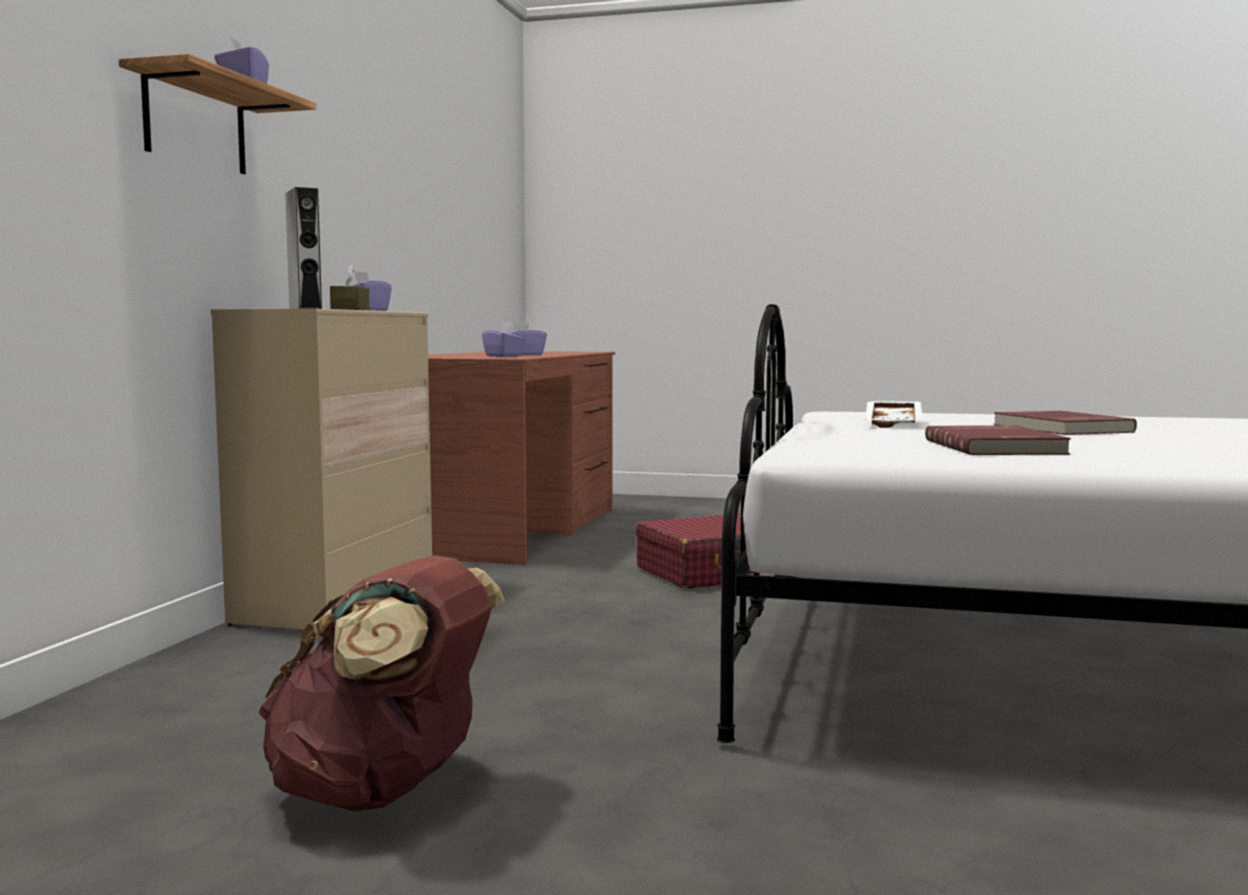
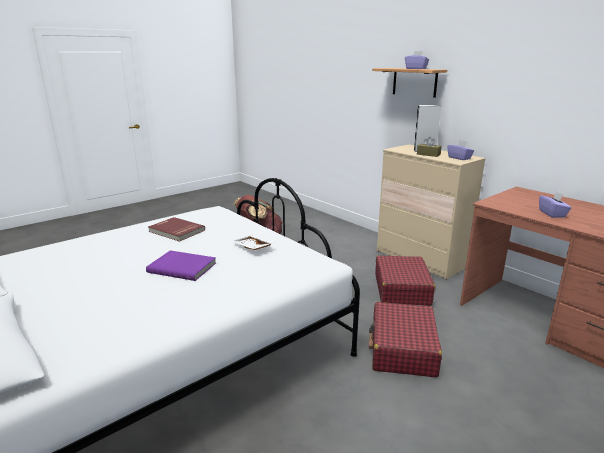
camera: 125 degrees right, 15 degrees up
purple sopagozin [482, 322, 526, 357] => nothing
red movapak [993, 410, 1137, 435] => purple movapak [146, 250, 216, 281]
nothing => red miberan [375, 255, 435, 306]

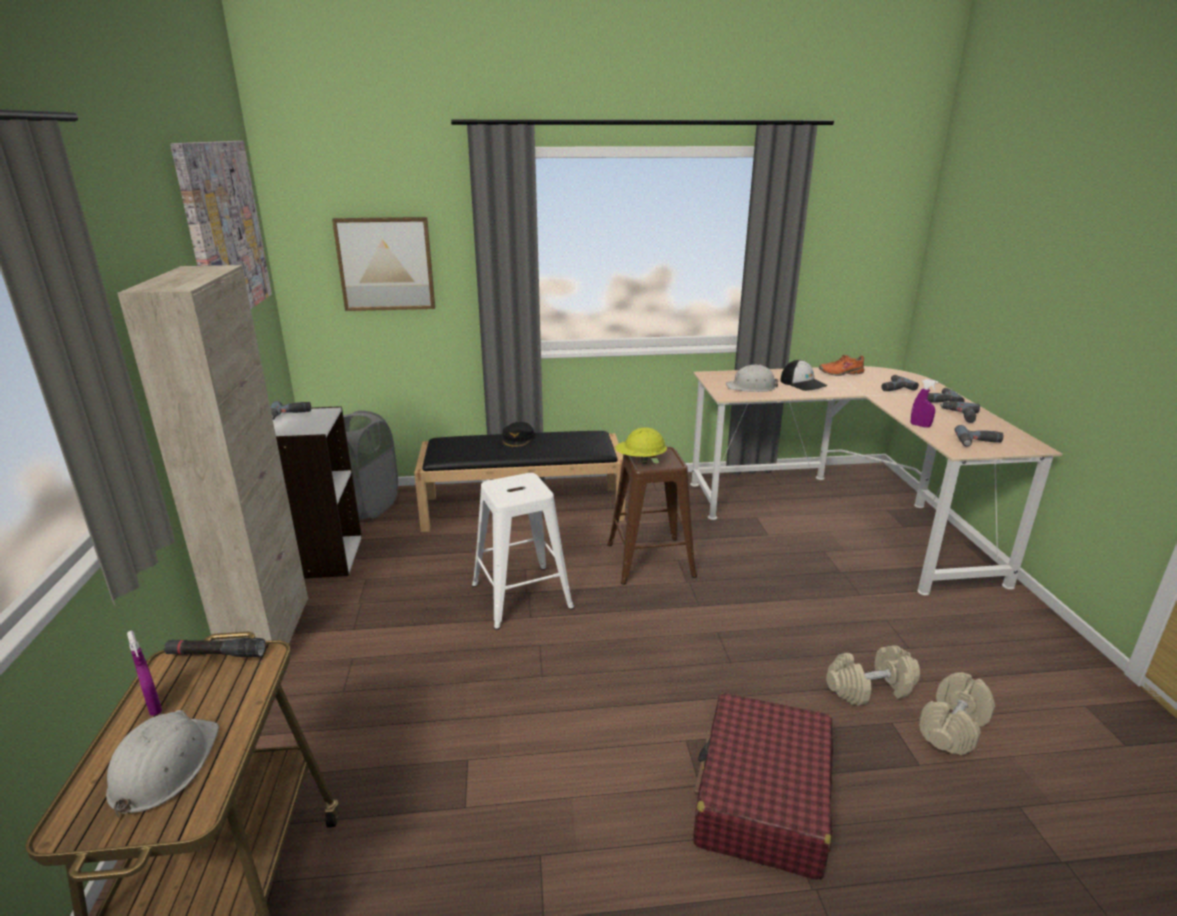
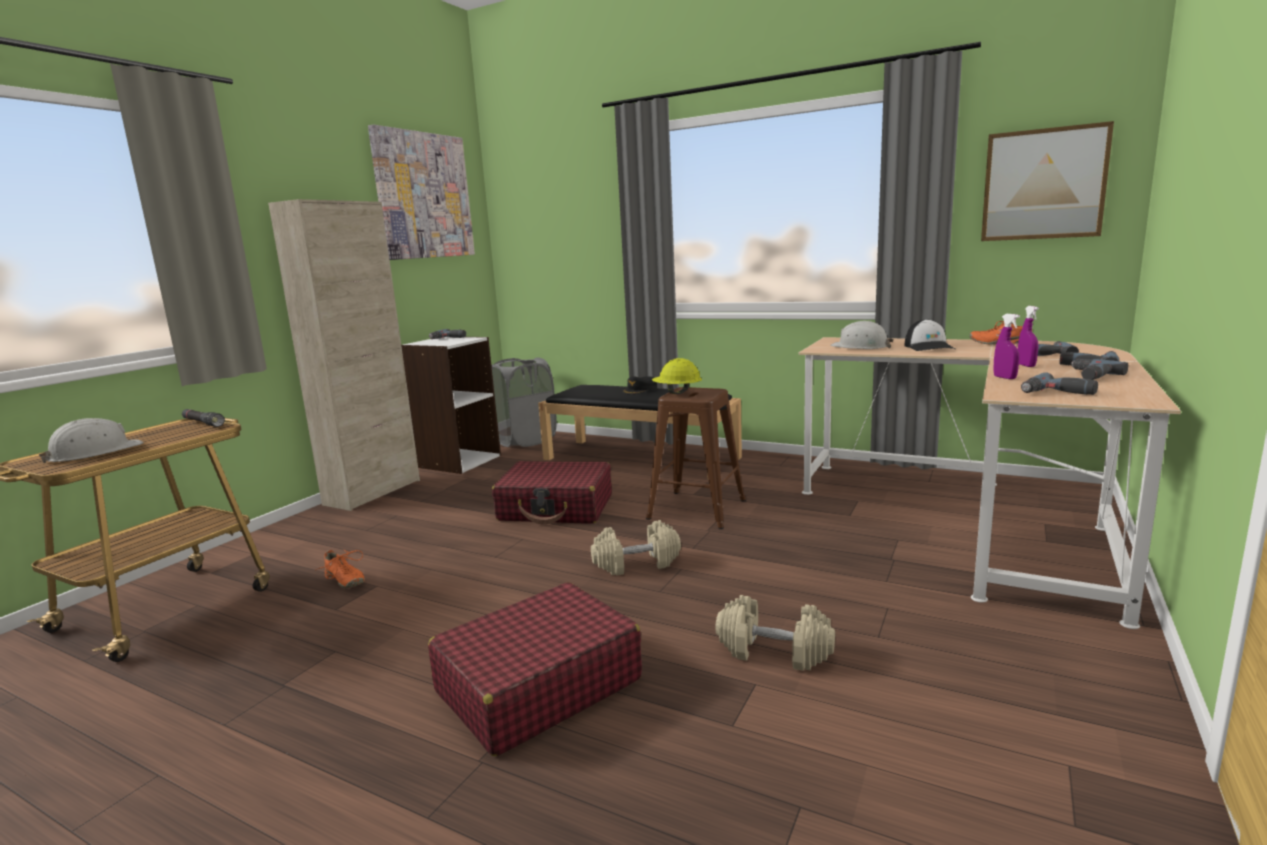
camera: 35 degrees right, 10 degrees down
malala [332, 217, 435, 311] => malala [981, 121, 1114, 241], move
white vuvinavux [472, 473, 574, 630] => red miberan [492, 461, 612, 524]
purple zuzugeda [127, 630, 162, 716] => purple zuzugeda [1018, 306, 1039, 367], move
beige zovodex [919, 672, 995, 755] => beige zovodex [591, 520, 681, 575], move
nothing => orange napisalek [315, 549, 365, 588]

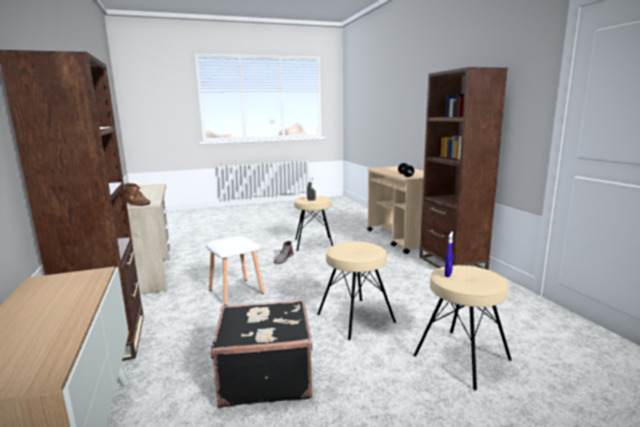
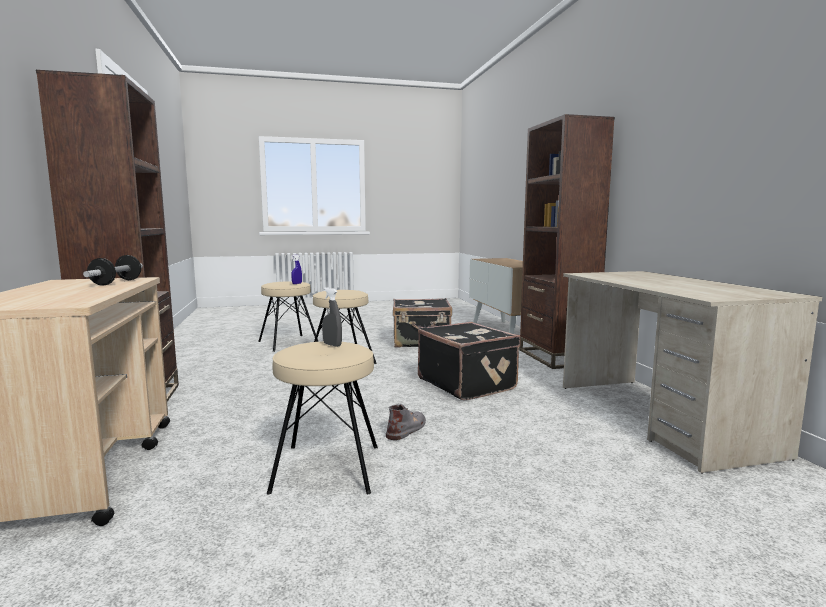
camera: 175 degrees left, 5 degrees down
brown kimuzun [124, 183, 150, 206] => nothing
white vuvinavux [206, 236, 264, 305] => black miberan [418, 322, 521, 400]

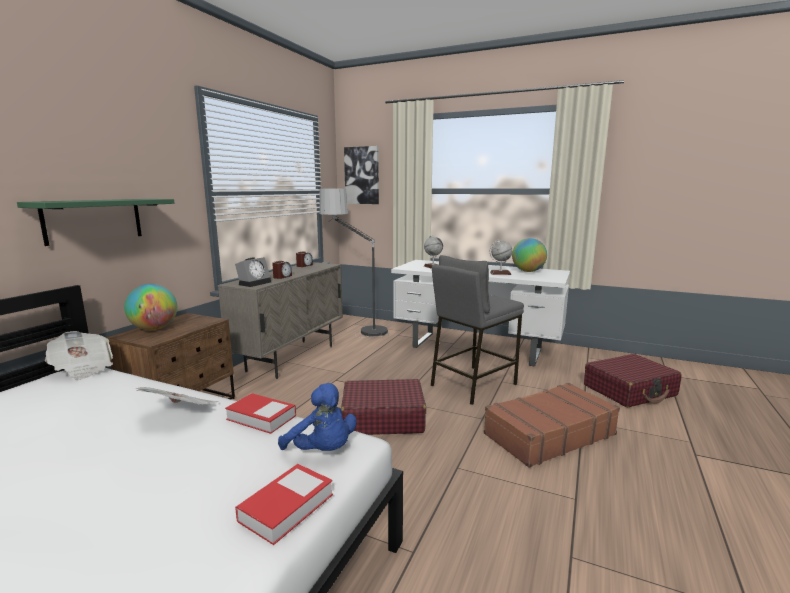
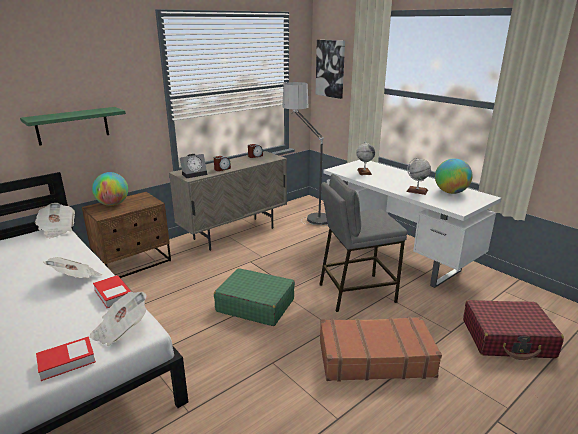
camera: 25 degrees right, 10 degrees up
red miberan [341, 379, 426, 435] => green miberan [214, 268, 295, 326]
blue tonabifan [278, 383, 357, 451] => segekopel [90, 292, 147, 346]

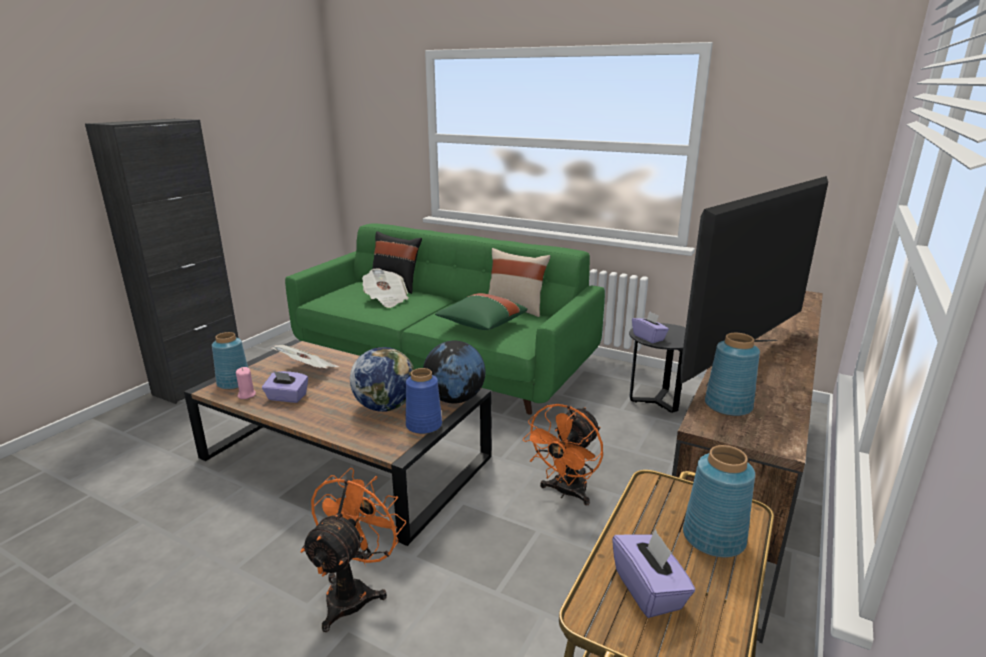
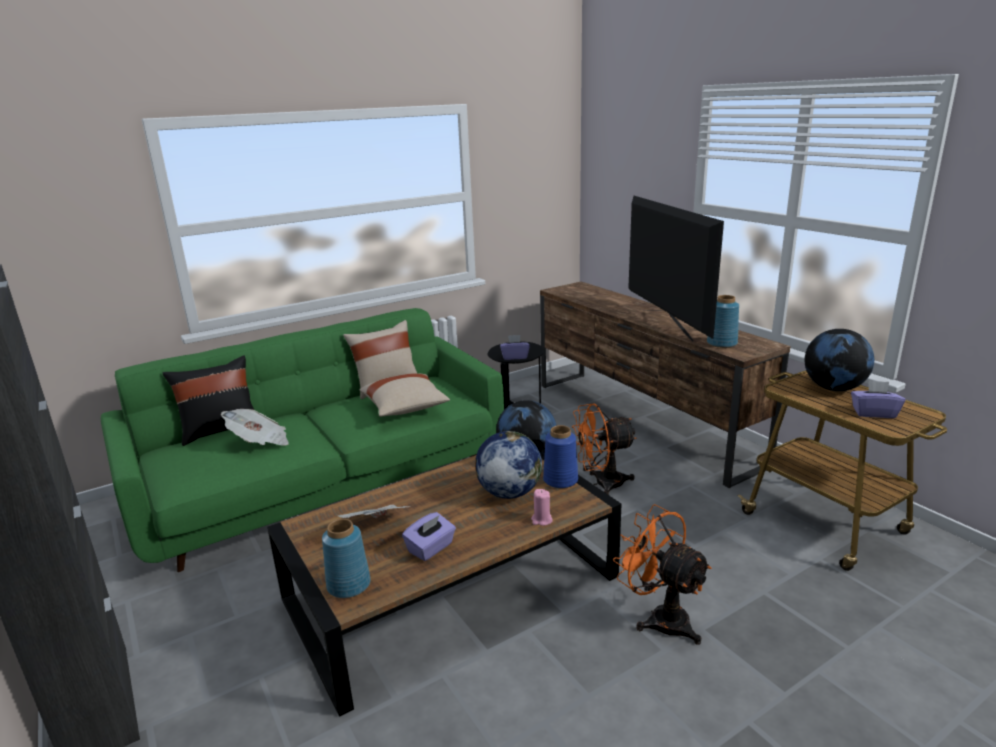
camera: 60 degrees left, 0 degrees up
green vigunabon [435, 293, 527, 330] => beige vigunabon [360, 373, 450, 417]
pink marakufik [236, 367, 256, 399] => pink marakufik [531, 489, 553, 526], move
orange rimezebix [523, 404, 603, 505] => orange rimezebix [572, 403, 637, 495], 105 degrees clockwise
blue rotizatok [683, 445, 755, 558] => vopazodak [805, 329, 874, 391]

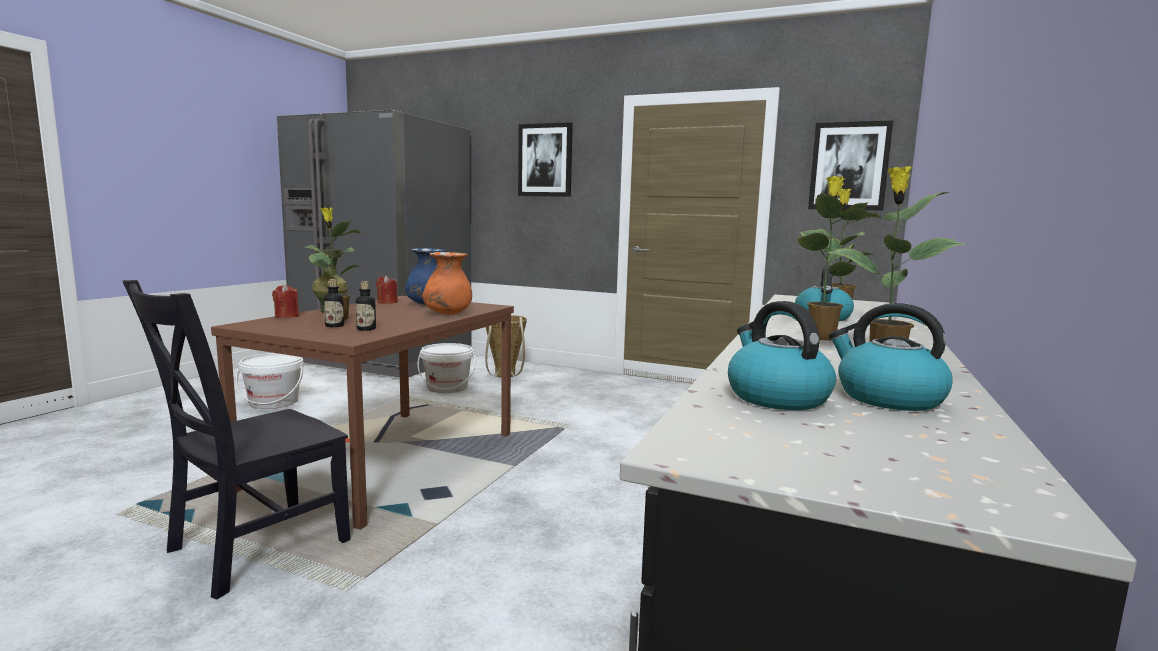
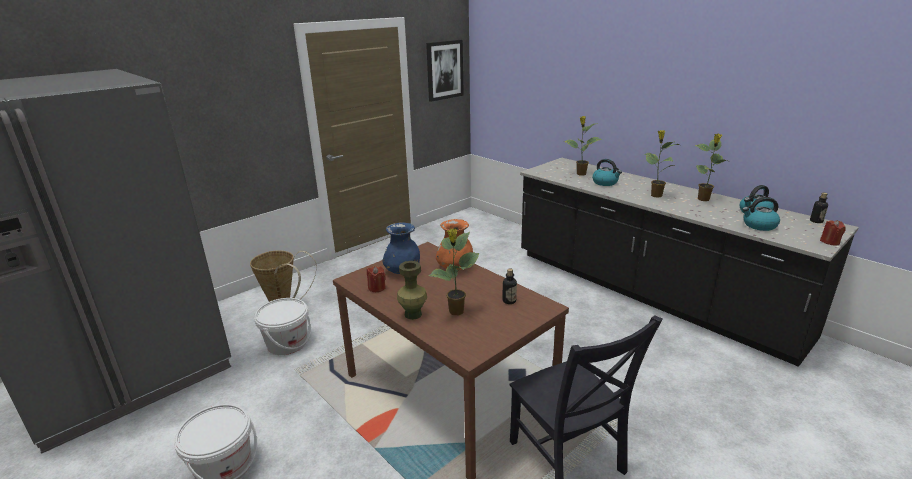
camera: 65 degrees left, 15 degrees up
malala [518, 122, 573, 197] => nothing
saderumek [324, 279, 344, 327] => saderumek [810, 192, 828, 223], move
red marakufik [272, 284, 299, 318] => red marakufik [820, 220, 846, 245], move

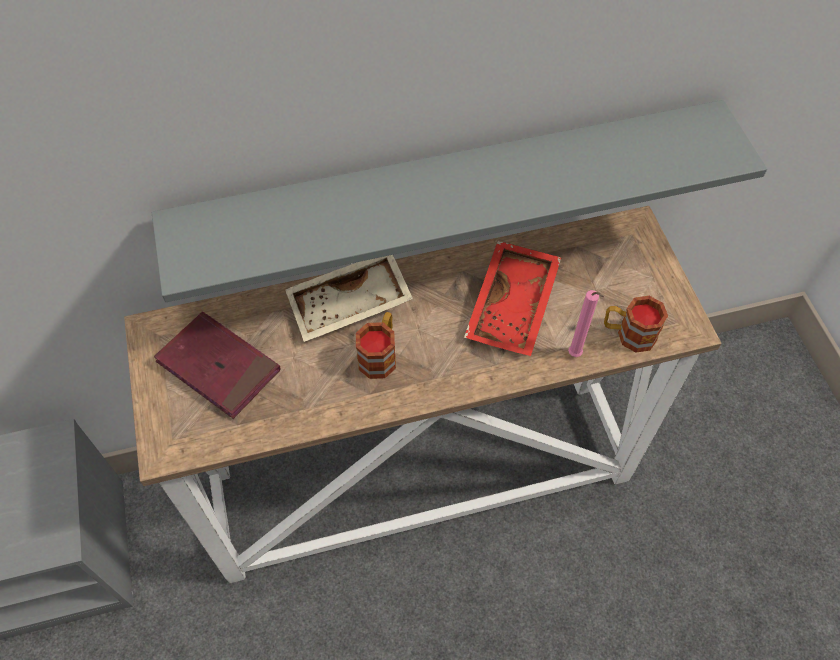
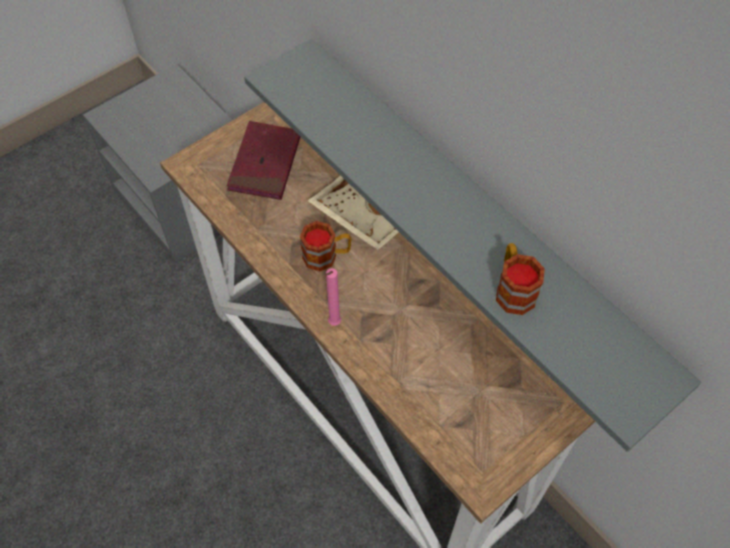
camera: 65 degrees right, 0 degrees up
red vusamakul [464, 241, 562, 356] => nothing
pink marakufik [568, 290, 604, 357] => pink marakufik [325, 268, 341, 326], move
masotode [604, 296, 668, 353] => masotode [496, 243, 545, 315], move

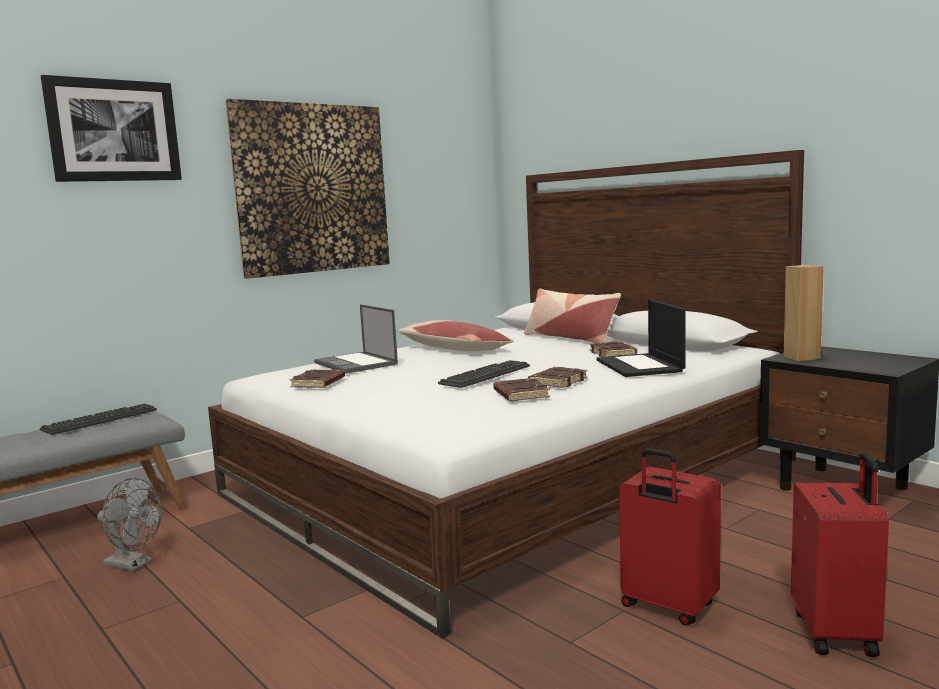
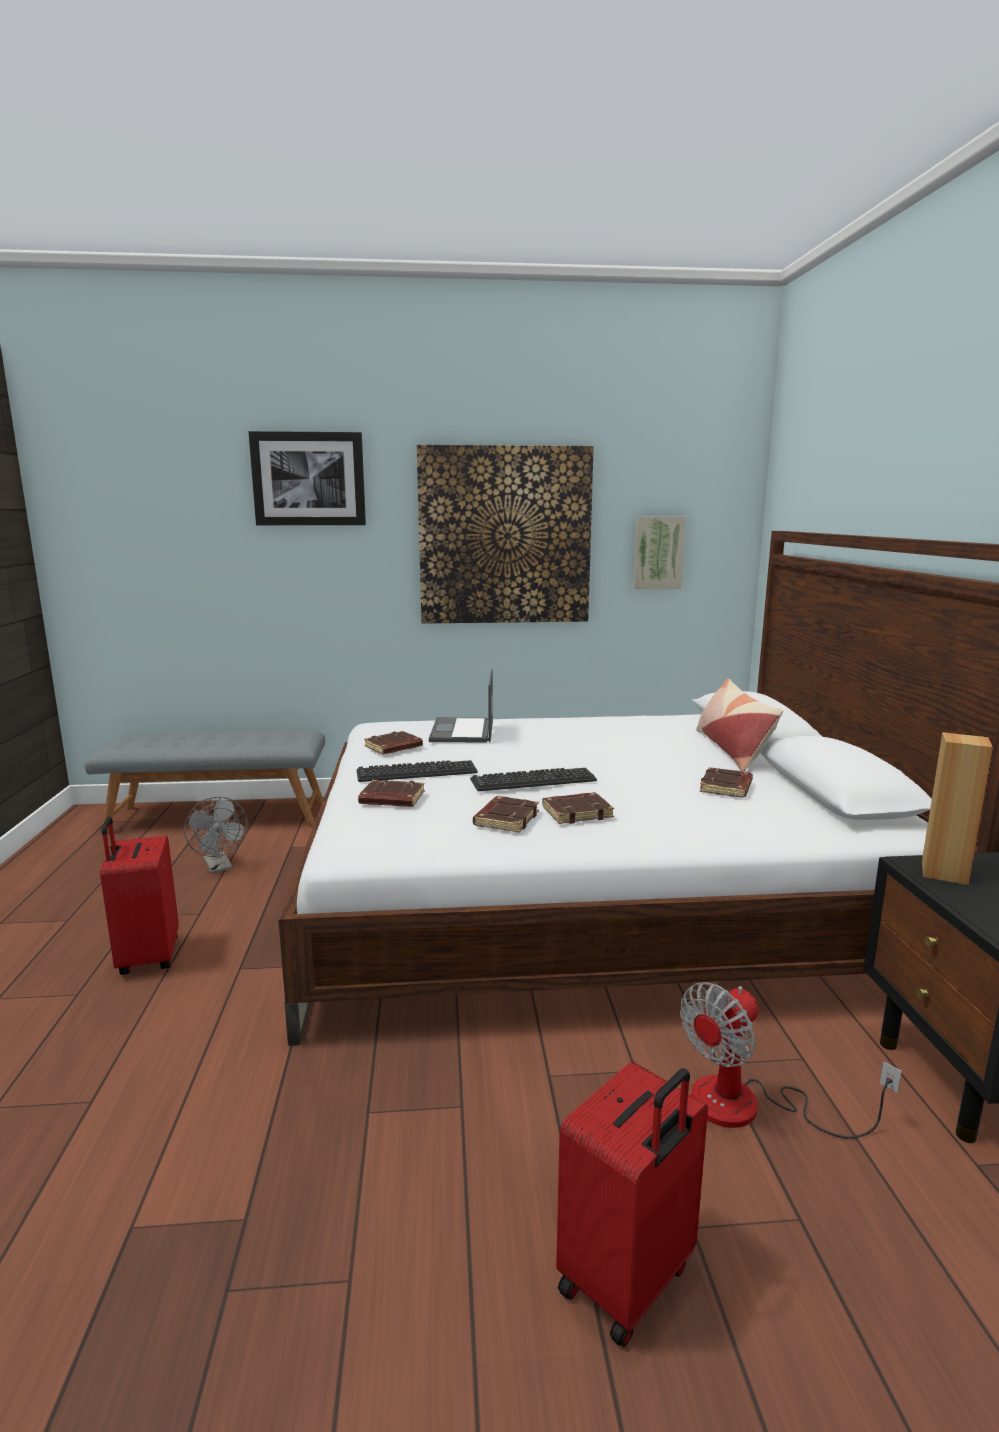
camera: 35 degrees right, 5 degrees up
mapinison [596, 299, 686, 377] => nothing
vigunabon [398, 320, 514, 352] => nothing
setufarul [40, 404, 157, 435] => setufarul [356, 760, 478, 782], move
red miberan [619, 448, 721, 625] => red miberan [100, 817, 179, 975], move
nothing => malala [633, 516, 686, 589]
nothing => brown movapak [358, 780, 425, 807]
nothing => rimezebix [680, 982, 902, 1139]

